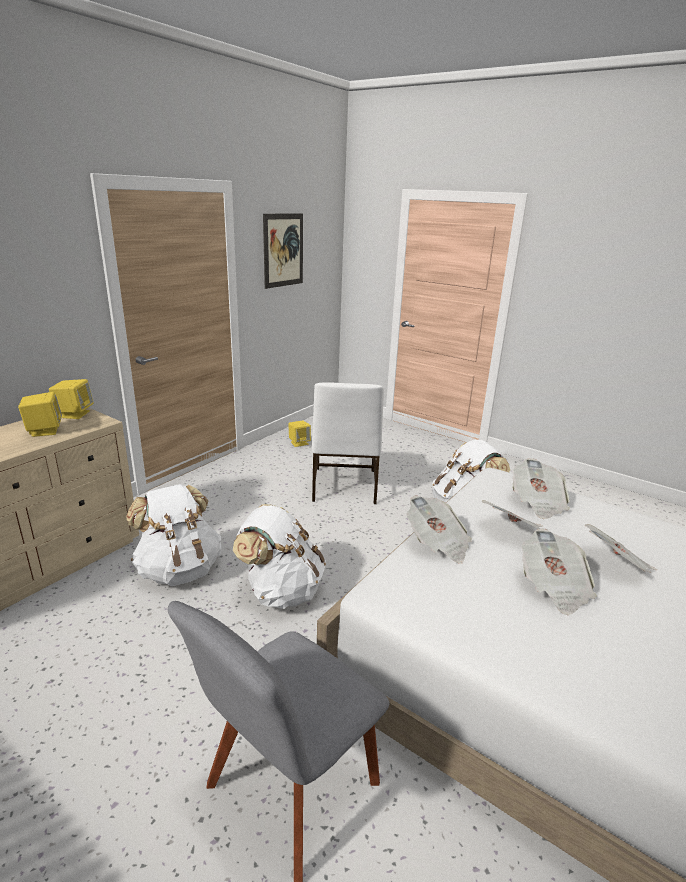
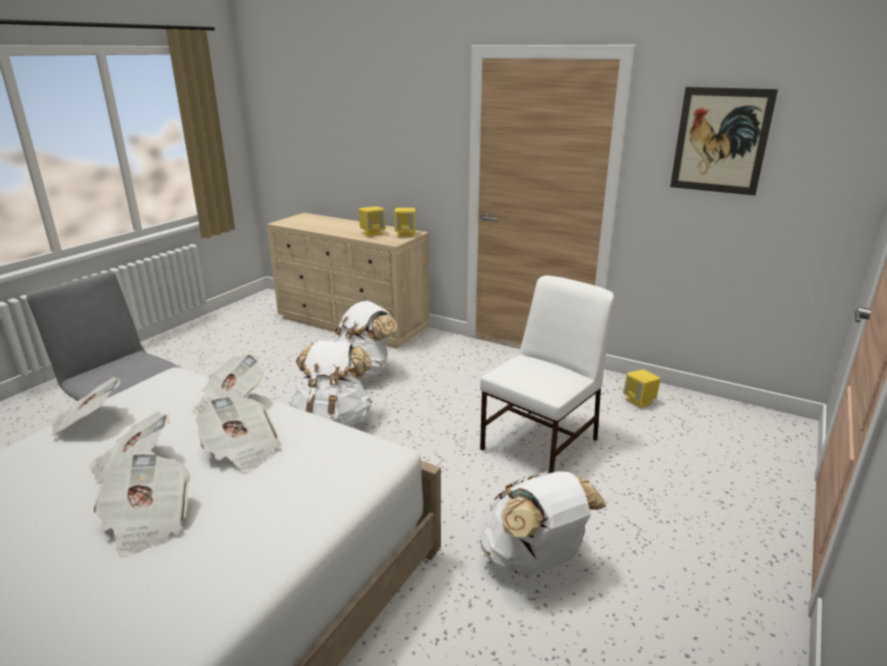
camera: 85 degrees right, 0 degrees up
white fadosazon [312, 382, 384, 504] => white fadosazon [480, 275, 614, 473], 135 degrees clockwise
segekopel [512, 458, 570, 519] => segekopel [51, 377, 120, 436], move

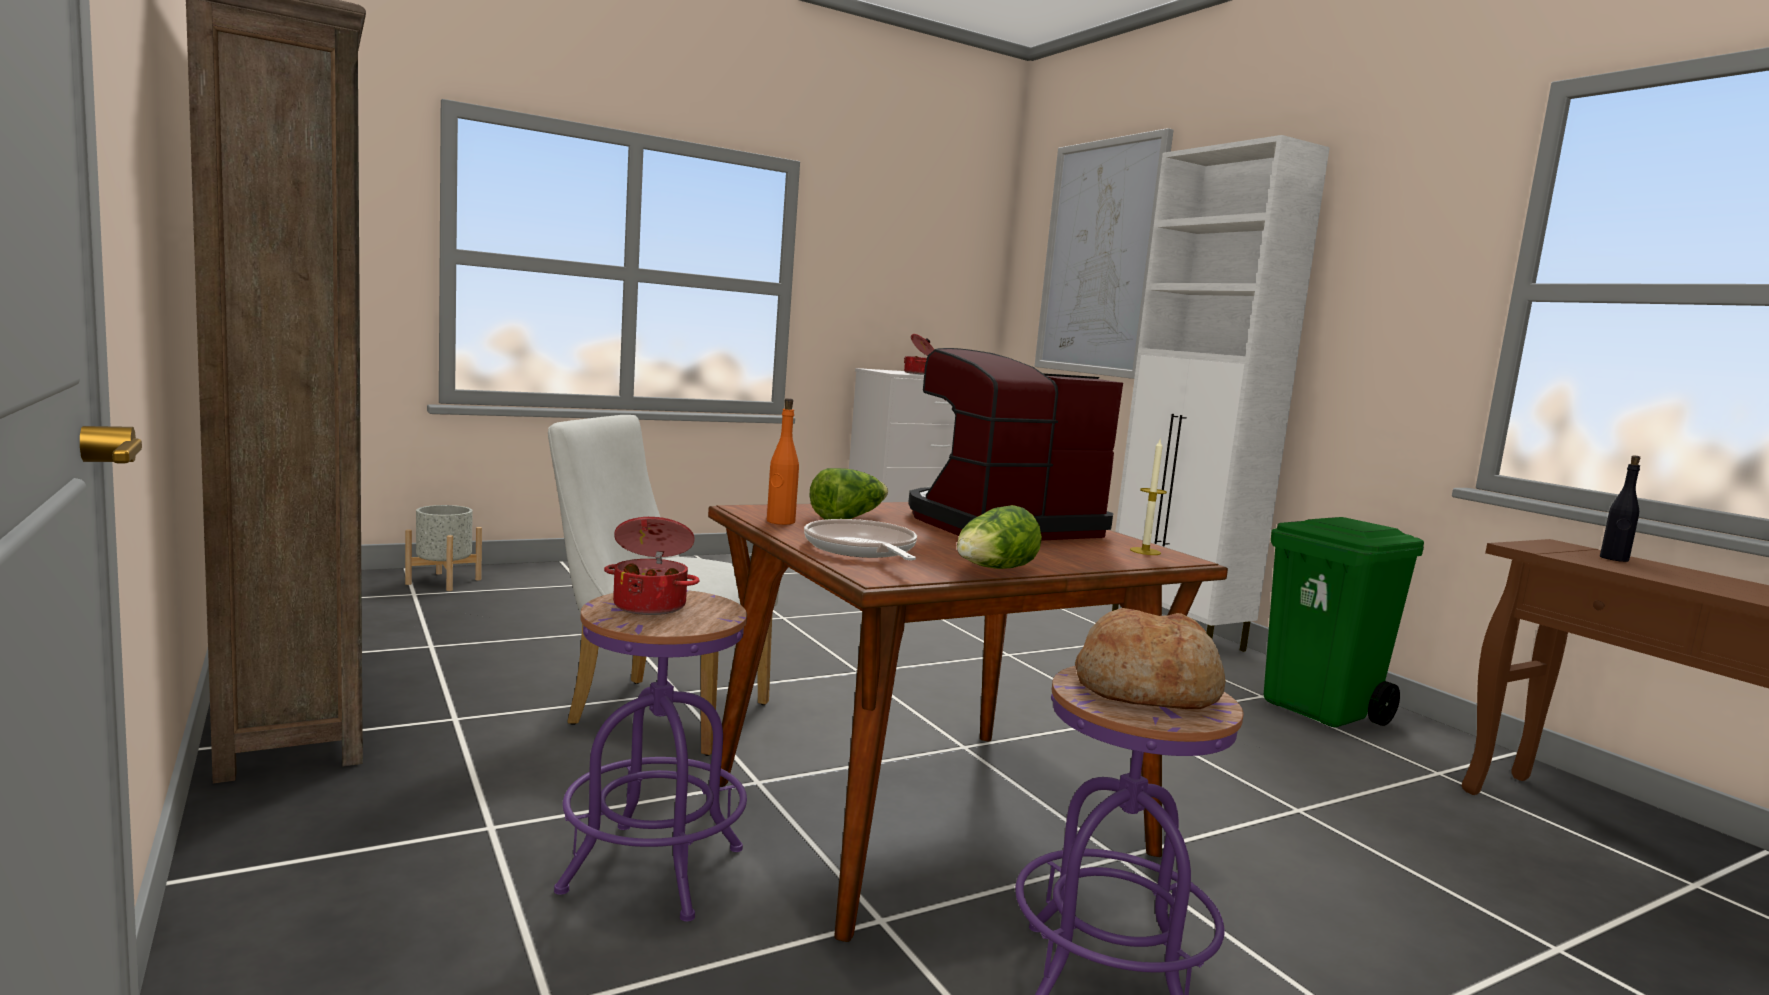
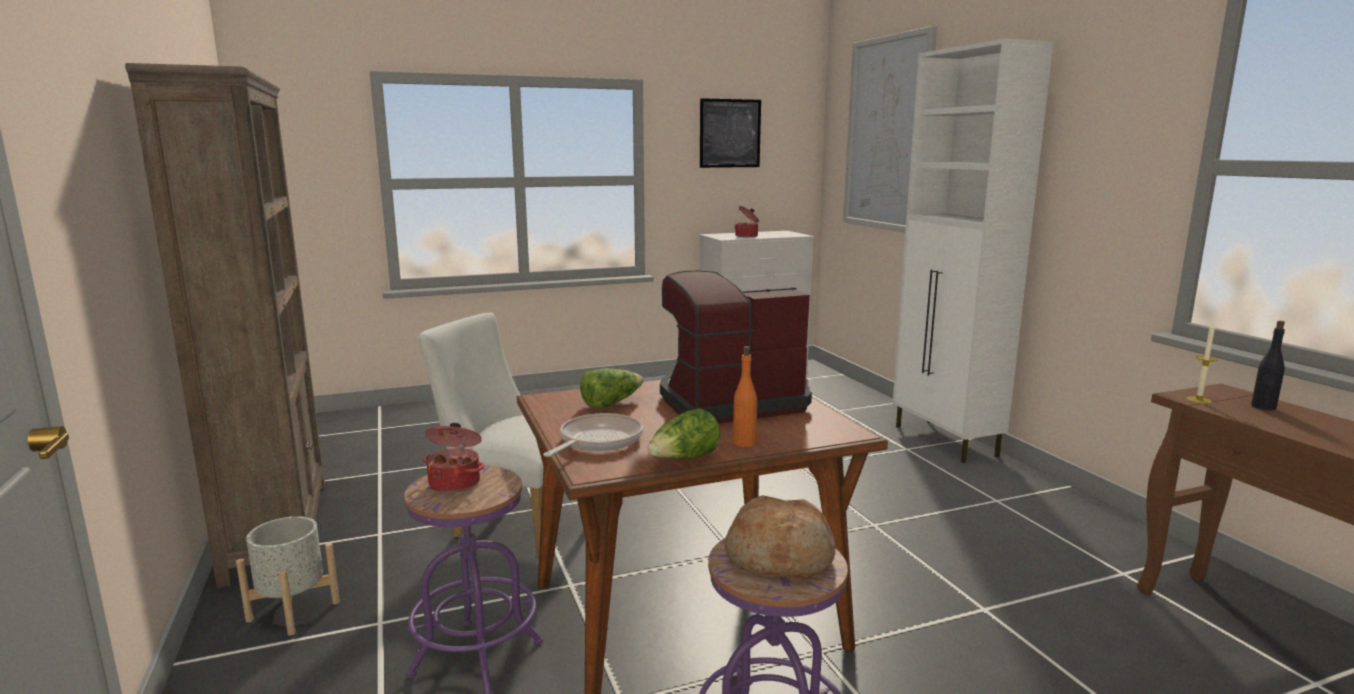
camera: 10 degrees right, 5 degrees up
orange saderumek [767, 398, 799, 525] => orange saderumek [733, 346, 757, 447], move
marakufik [1130, 440, 1167, 555] => marakufik [1186, 323, 1218, 404], move
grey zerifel [405, 505, 482, 591] => grey zerifel [236, 516, 340, 636], move
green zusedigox [1264, 517, 1424, 727] => nothing
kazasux [804, 519, 917, 560] => kazasux [543, 413, 643, 457], 45 degrees clockwise
nothing => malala [700, 98, 761, 168]

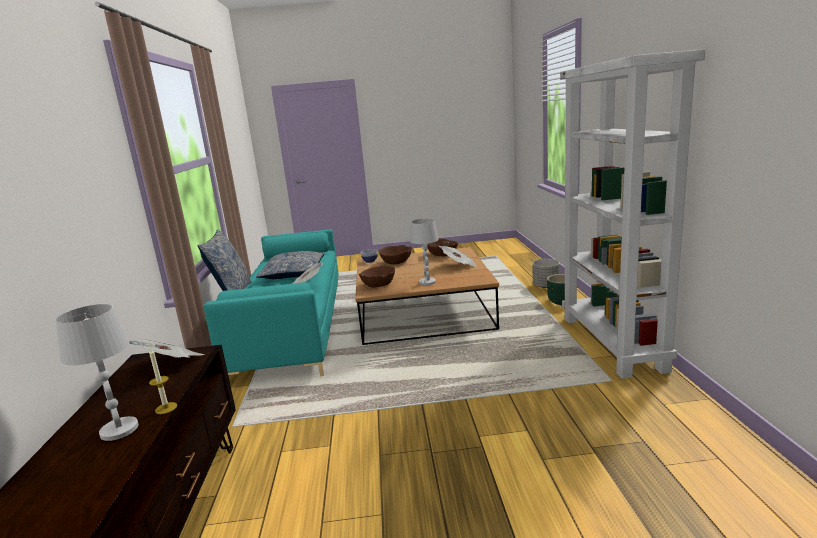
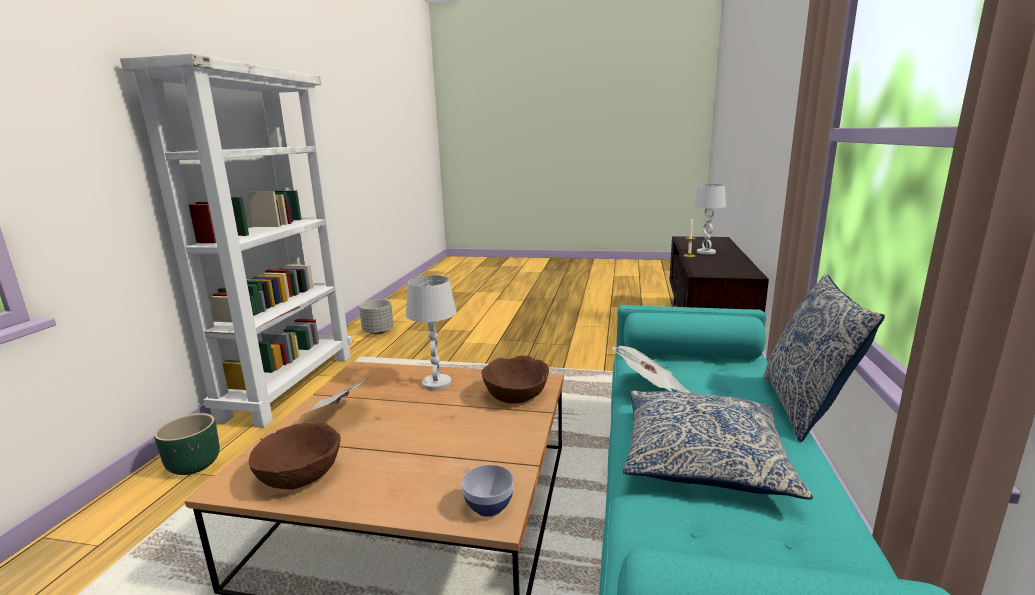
camera: 165 degrees left, 0 degrees up
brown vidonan [379, 245, 412, 264] => nothing
grey zerifel [532, 259, 560, 288] => grey zerifel [359, 299, 394, 334], move
segekopel [129, 339, 205, 358] => nothing

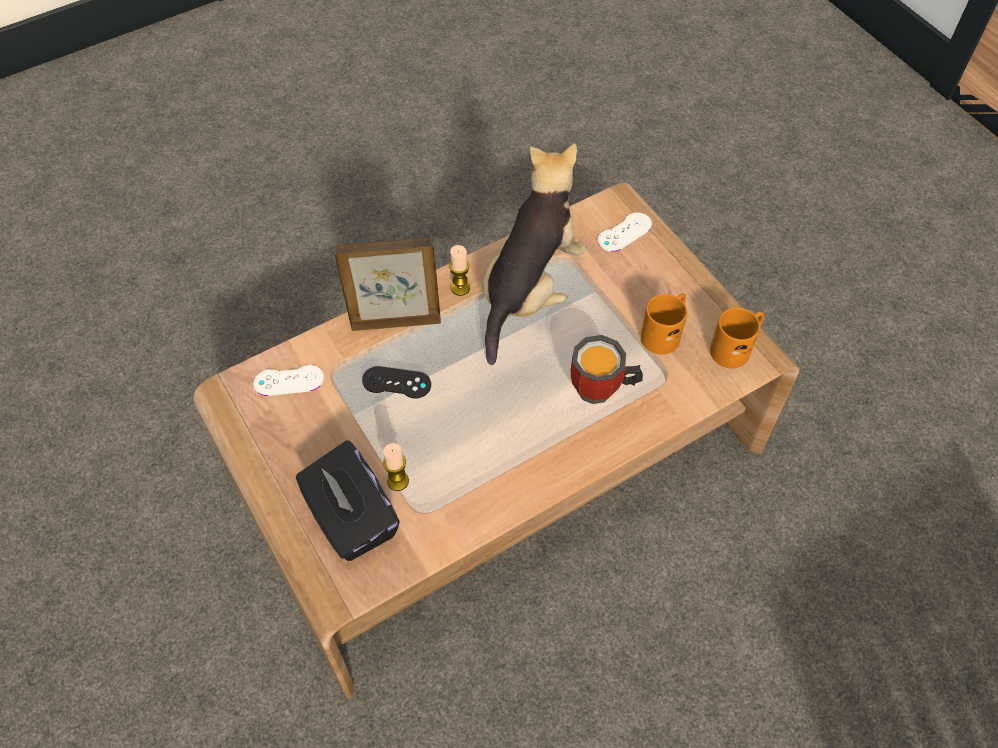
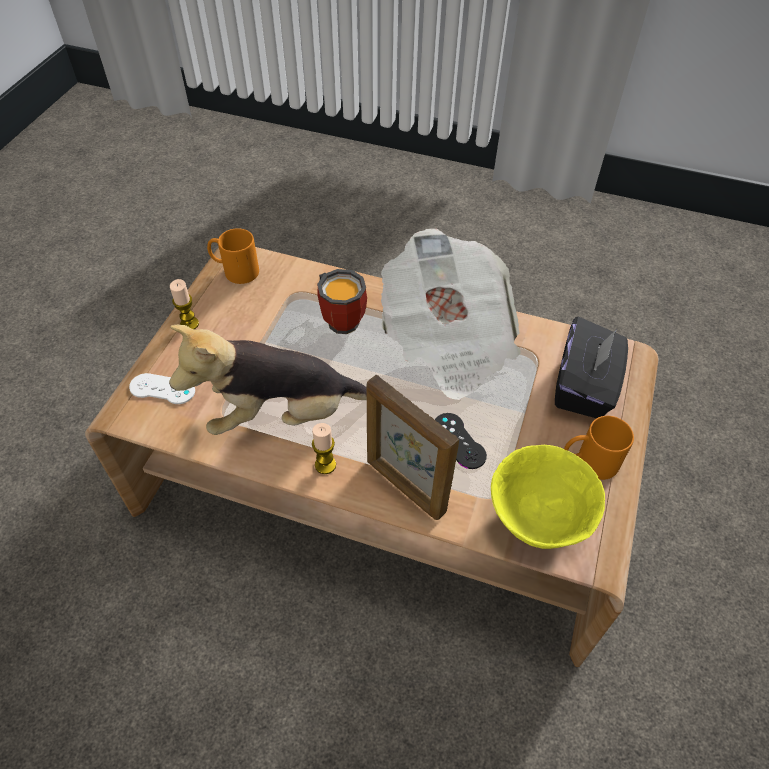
camera: 130 degrees left, 5 degrees down
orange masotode [641, 293, 687, 355] => orange masotode [564, 416, 634, 480], move
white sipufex [254, 365, 324, 396] => yellow vidonan [491, 445, 605, 549]
marakufik [383, 443, 409, 491] => marakufik [170, 279, 199, 329], move
nothing => segekopel [381, 228, 521, 400]

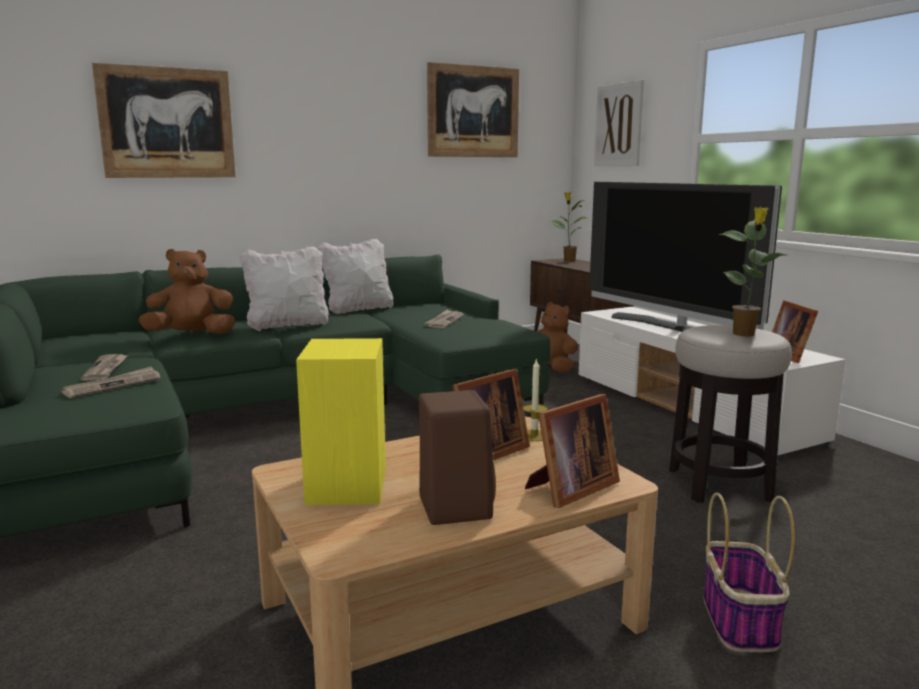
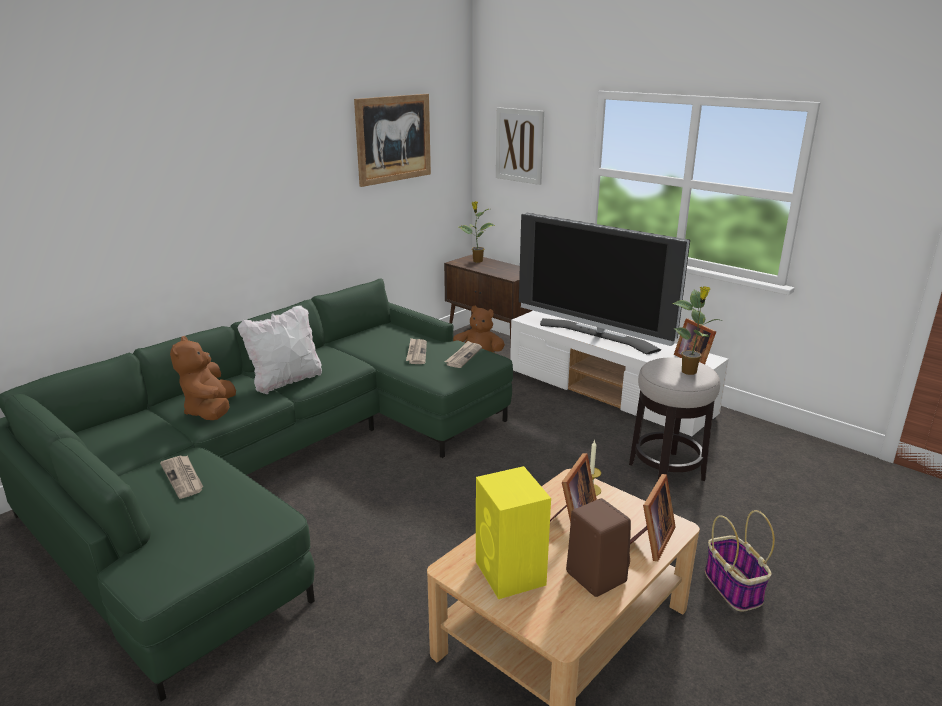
camera: 20 degrees left, 10 degrees up
malala [92, 63, 236, 178] => nothing
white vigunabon [317, 239, 393, 314] => nothing
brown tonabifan [138, 249, 235, 334] => brown tonabifan [170, 336, 236, 420], 60 degrees counterclockwise
segekopel [61, 366, 161, 398] => segekopel [445, 341, 482, 368], move

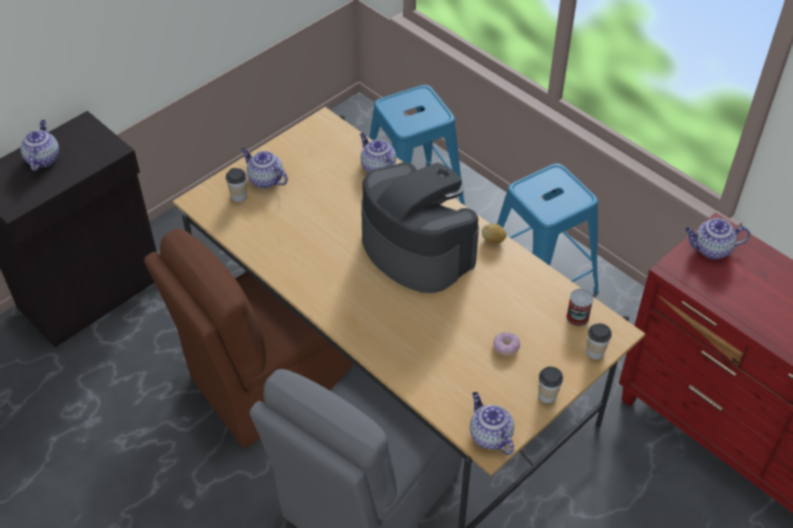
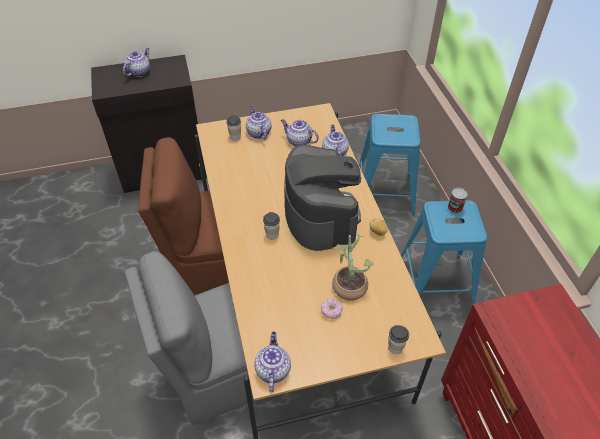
camera: 30 degrees right, 0 degrees up
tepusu [685, 218, 750, 259] => tepusu [281, 119, 319, 147], move
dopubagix [566, 289, 593, 326] => dopubagix [448, 188, 468, 213], move
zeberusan [539, 367, 563, 404] => zeberusan [263, 212, 280, 240], move
nothing => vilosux [332, 234, 374, 301]

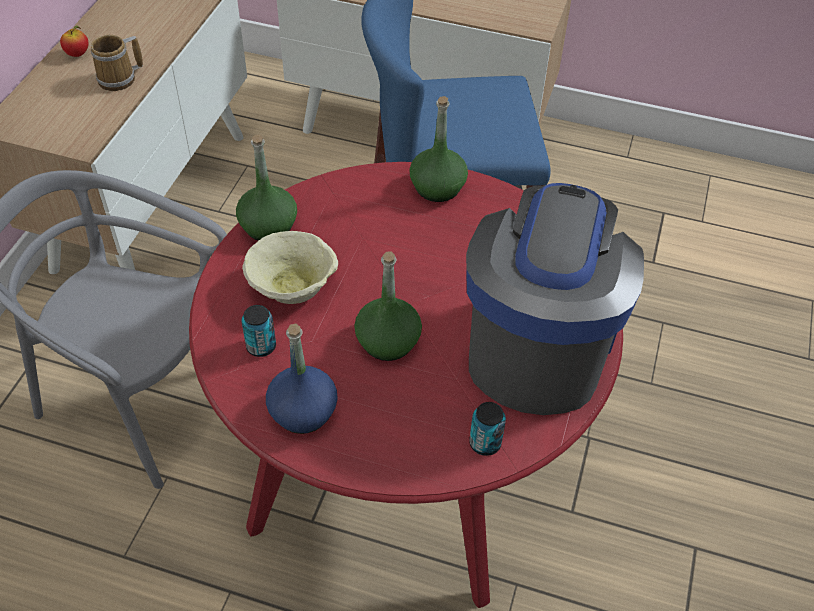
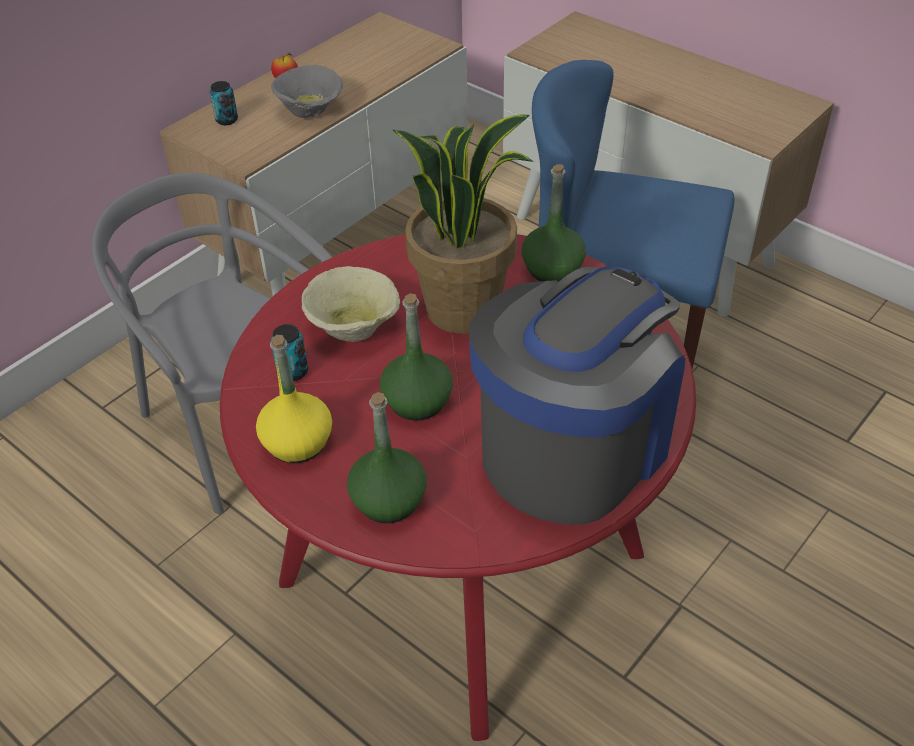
camera: 25 degrees right, 5 degrees down
masotode [91, 35, 143, 91] => grey vidonan [271, 65, 343, 118]
green saderumek [236, 134, 297, 240] => green saderumek [347, 392, 427, 523], move
blue saderumek [266, 324, 338, 434] => yellow saderumek [256, 335, 332, 463]
dopubagix [469, 402, 506, 456] => dopubagix [210, 81, 238, 125], move
nothing => vilosux [392, 115, 534, 334]

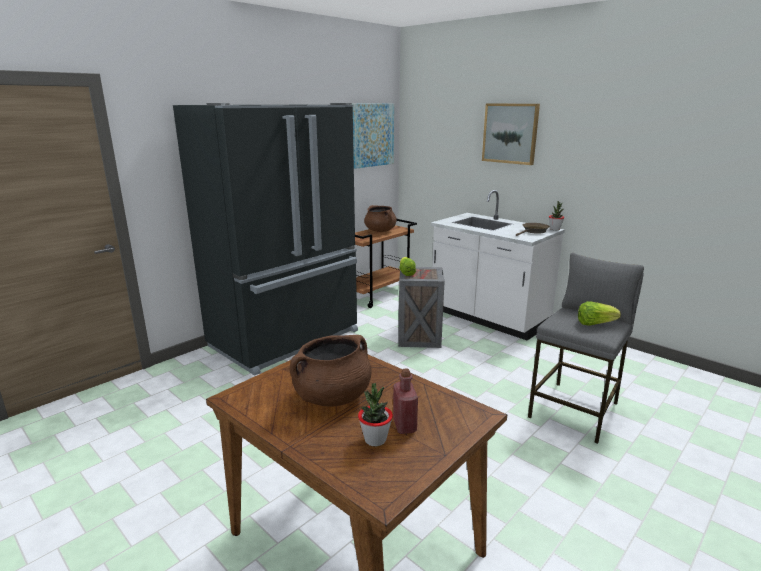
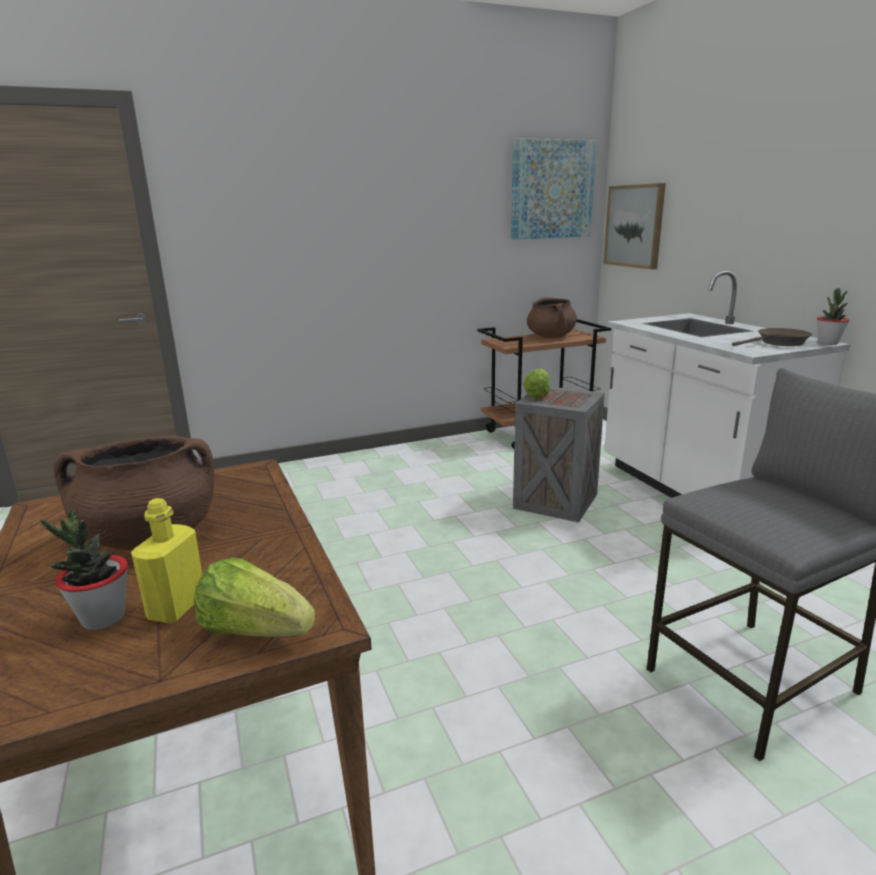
camera: 25 degrees right, 0 degrees up
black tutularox [173, 103, 358, 376] => nothing
malala [482, 104, 540, 165] => malala [604, 183, 666, 269], move
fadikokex [578, 301, 621, 326] => fadikokex [194, 557, 315, 637], move
red saderumek [393, 368, 418, 434] => yellow saderumek [131, 498, 203, 624]

